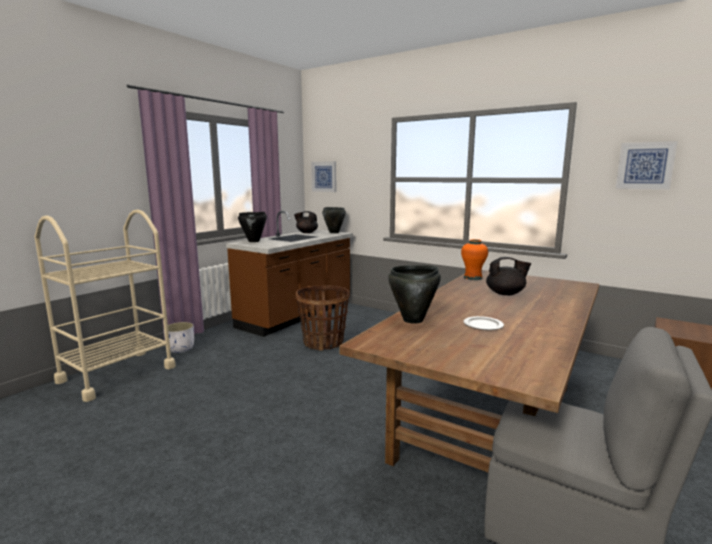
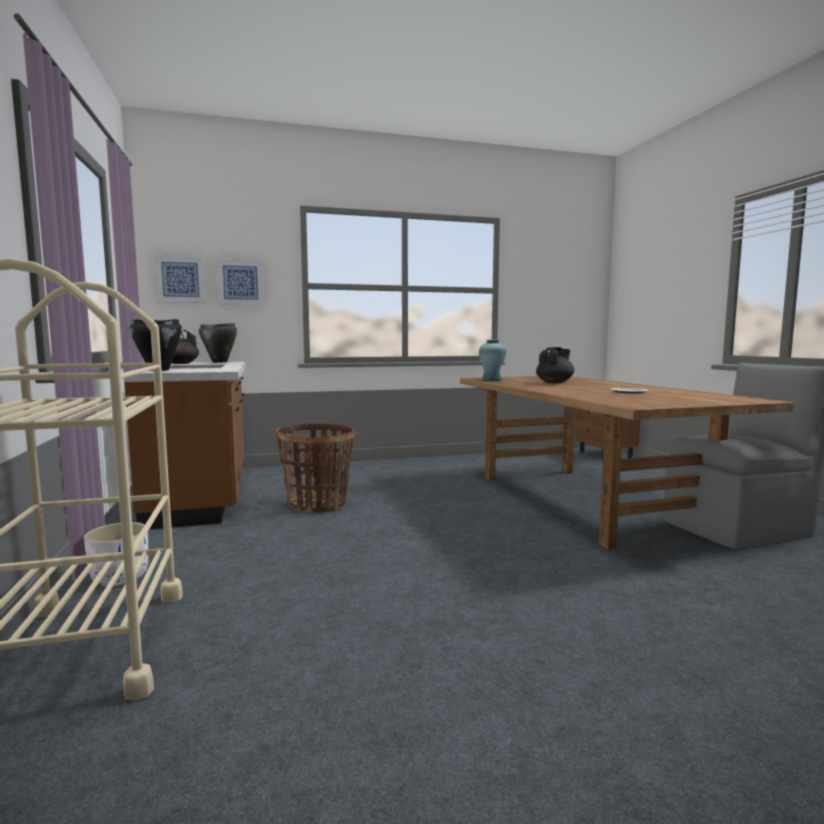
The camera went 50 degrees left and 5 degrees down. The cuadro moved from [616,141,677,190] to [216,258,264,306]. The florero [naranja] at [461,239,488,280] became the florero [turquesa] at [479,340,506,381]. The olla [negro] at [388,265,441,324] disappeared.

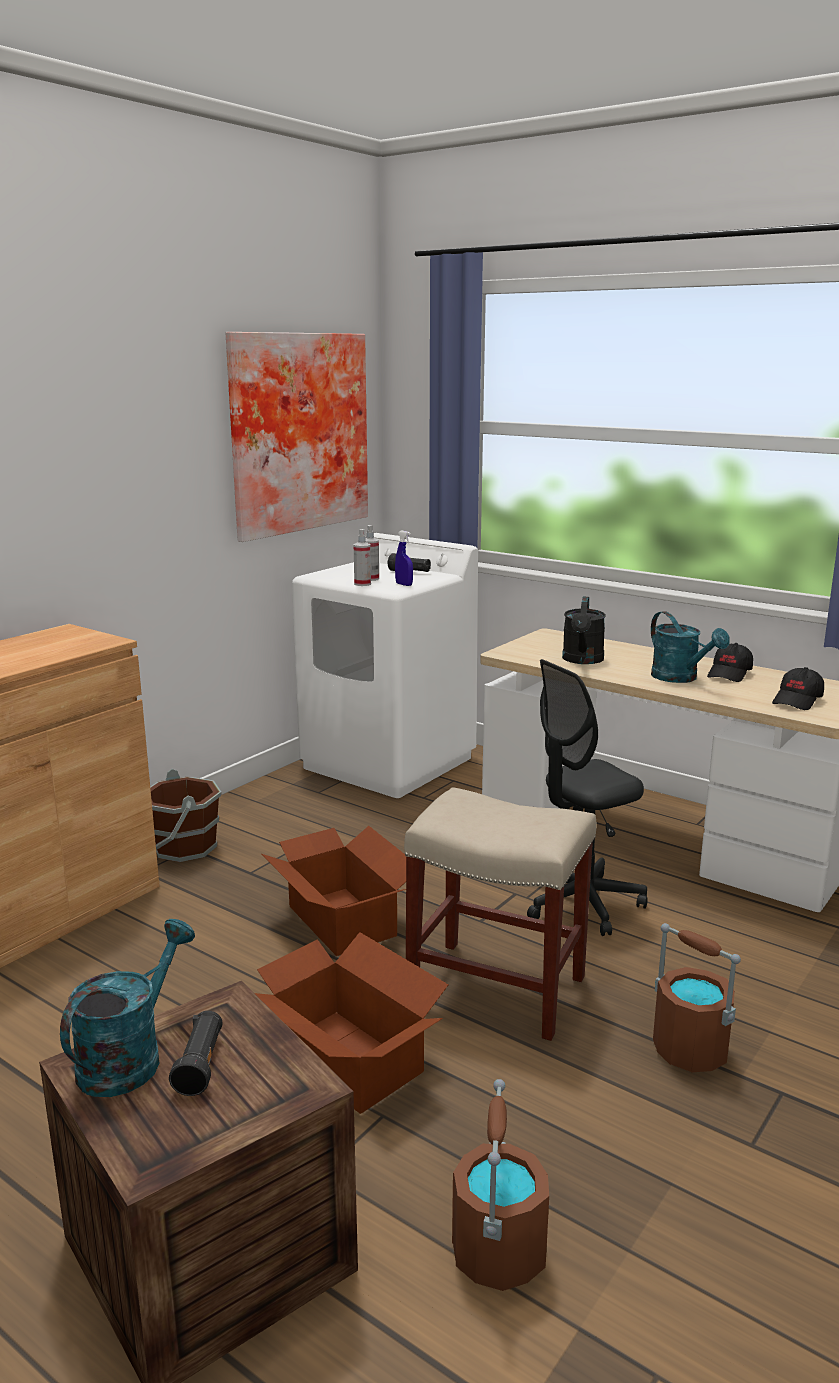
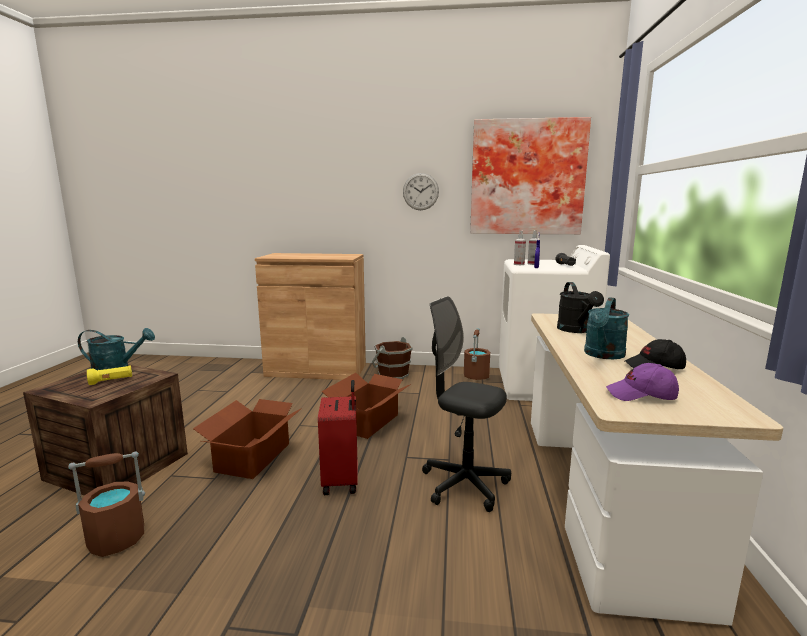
The camera went 60 degrees right and 5 degrees down. The regadera [negro] at [562,597,606,664] turned 75 degrees counterclockwise. The gorra [negro] at [772,667,824,710] became the gorra [morado] at [606,363,679,401]. The taburete [beis] at [404,787,597,1041] was replaced by the maleta [rojo] at [318,380,357,495]. The cubo [marrón] moved from [653,923,741,1072] to [464,328,490,380]. The linterna [negro] at [169,1011,223,1096] became the linterna [amarillo] at [87,366,132,385]. The reloj de pared at [403,173,439,210] appeared.

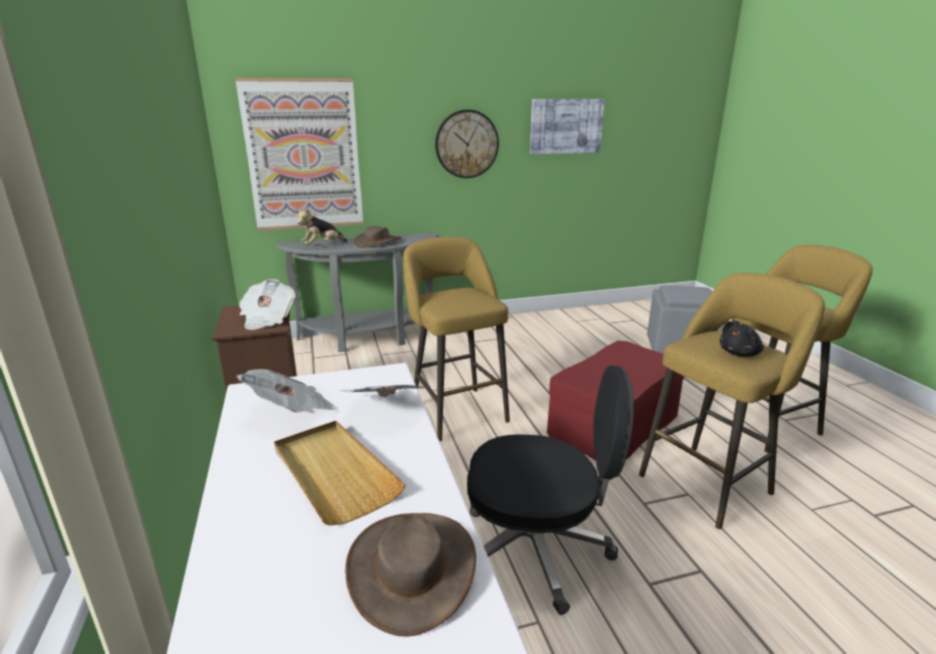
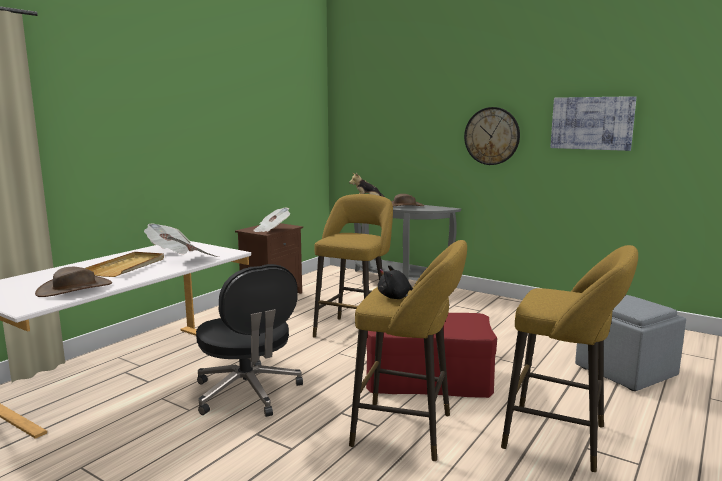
The camera went 50 degrees right and 10 degrees down. The cuadro at [235,78,363,230] disappeared.

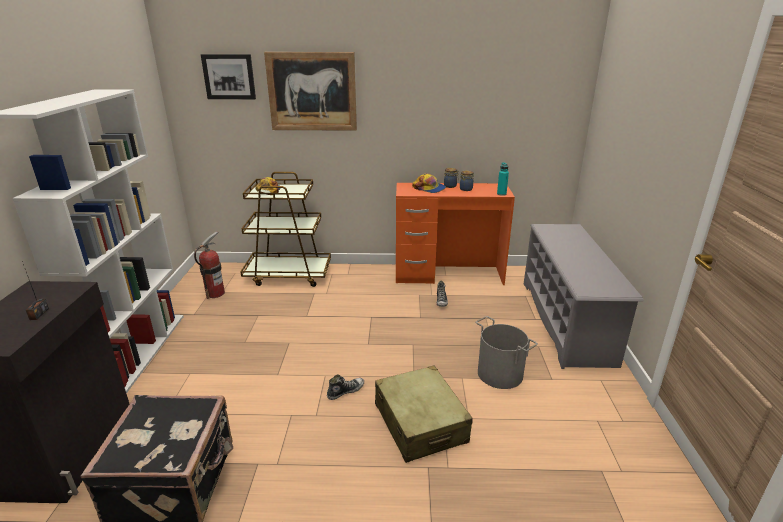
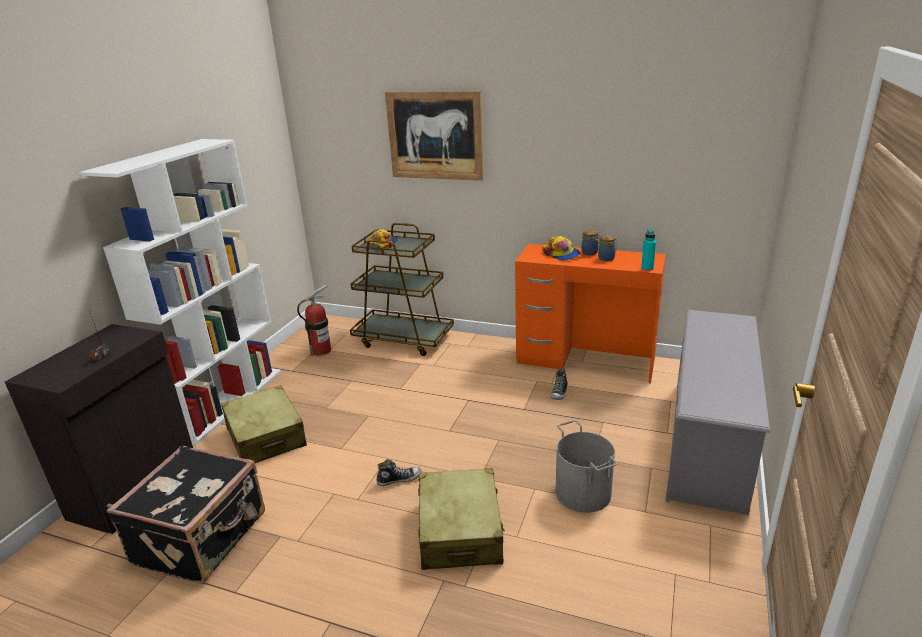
The camera went 20 degrees right and 0 degrees up. The cuadro at [201,54,256,99] disappeared. The maleta [beis] at [221,385,307,463] appeared.

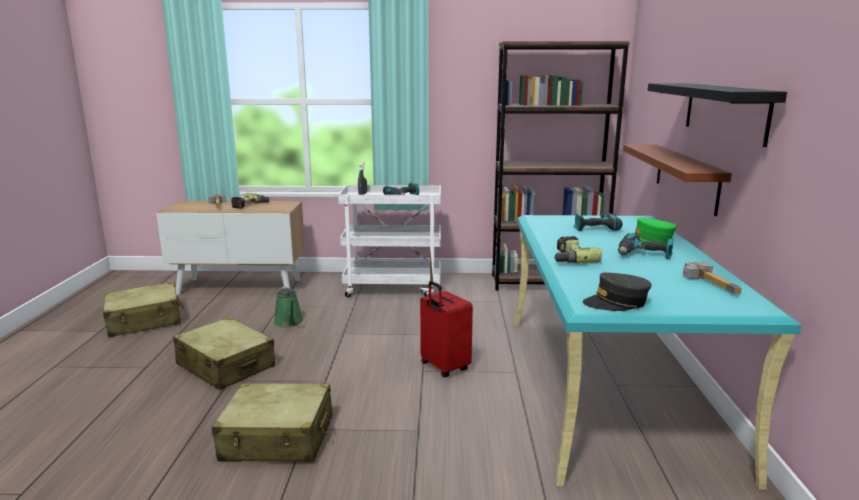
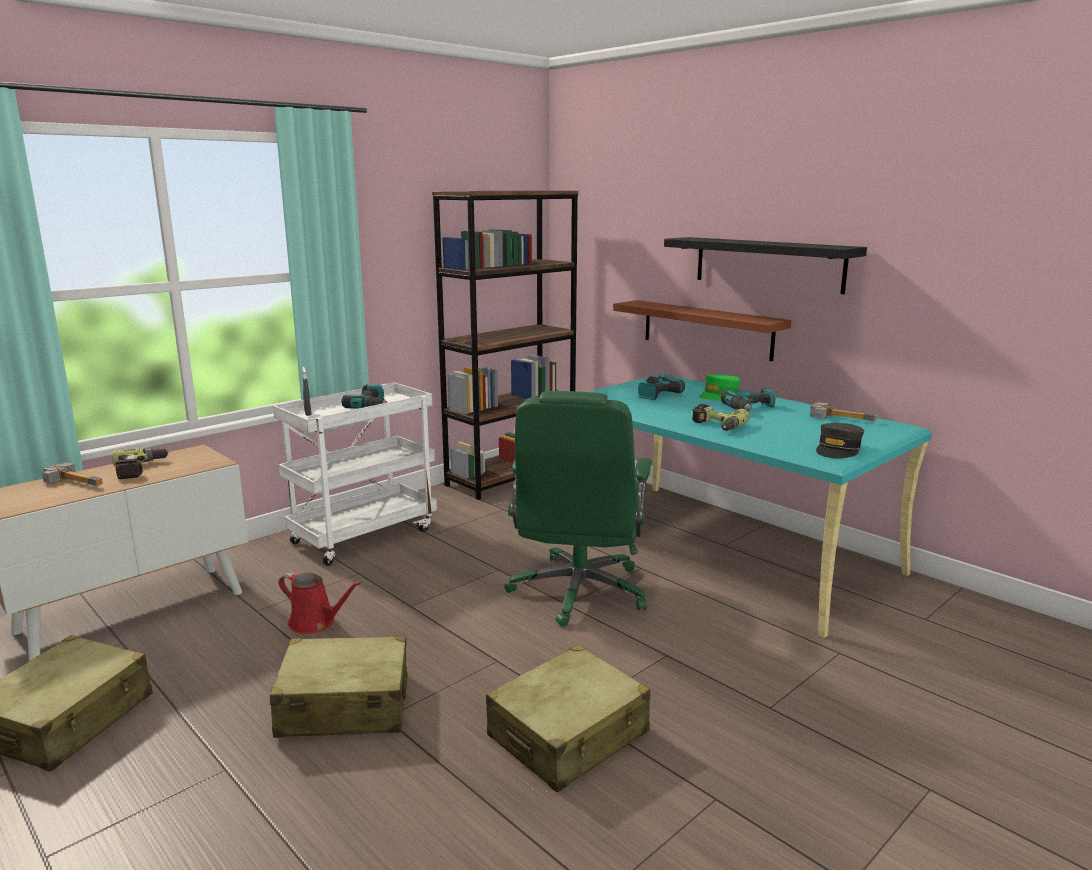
The camera went 45 degrees left and 0 degrees up. The maleta [rojo] at [420,281,473,377] was replaced by the silla de oficina [verde] at [504,391,652,627]. The regadera [verde] at [274,286,304,327] became the regadera [rojo] at [278,573,361,634].

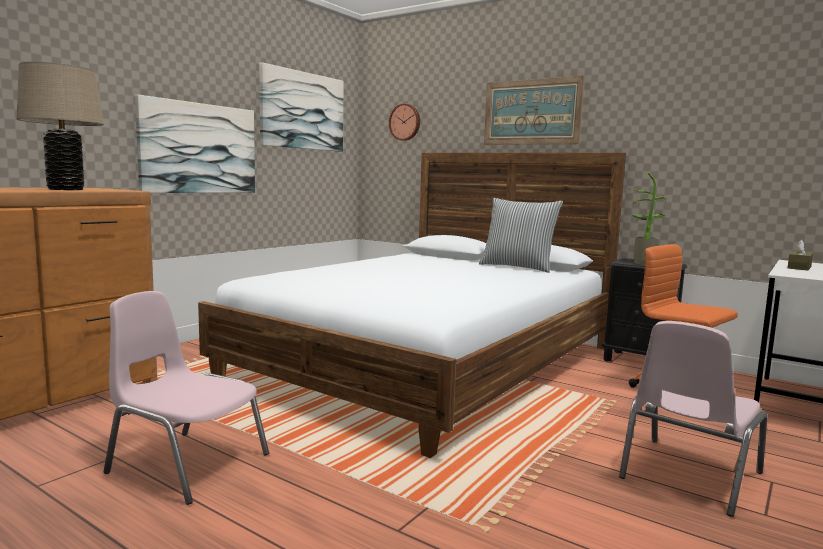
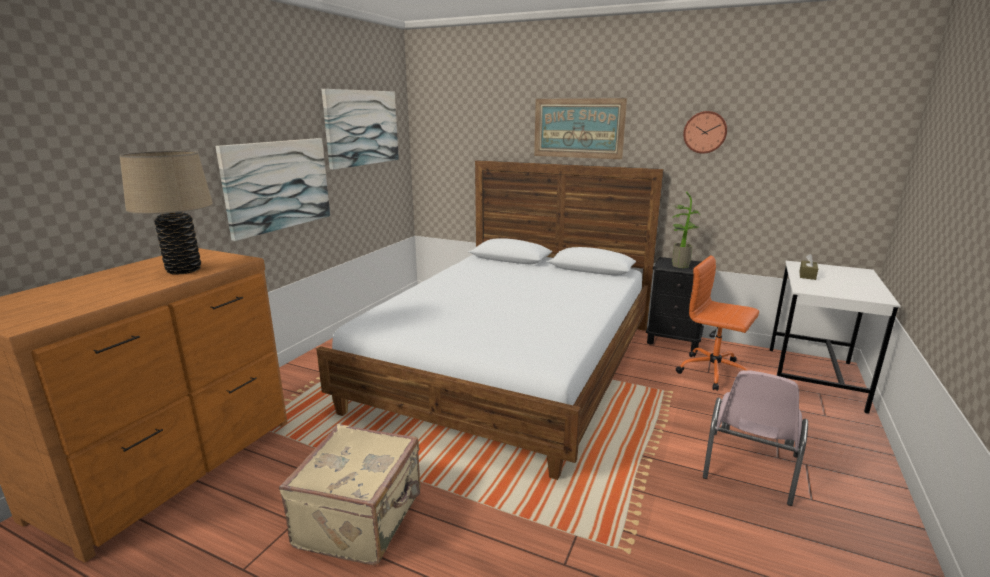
The camera went 10 degrees left and 10 degrees up. The reloj de pared moved from [389,103,420,141] to [683,111,727,154]. The cojín at [479,198,563,273] disappeared. The silla [rosa] at [103,291,269,505] was replaced by the maleta [beis] at [279,424,421,565].

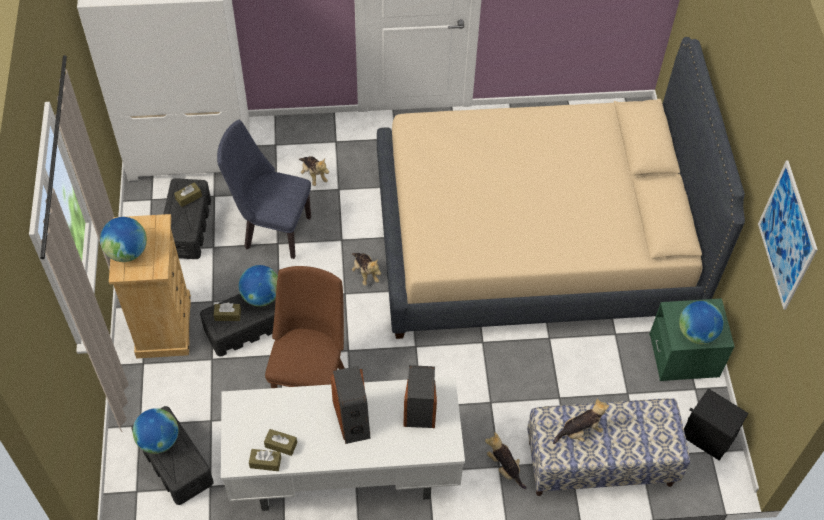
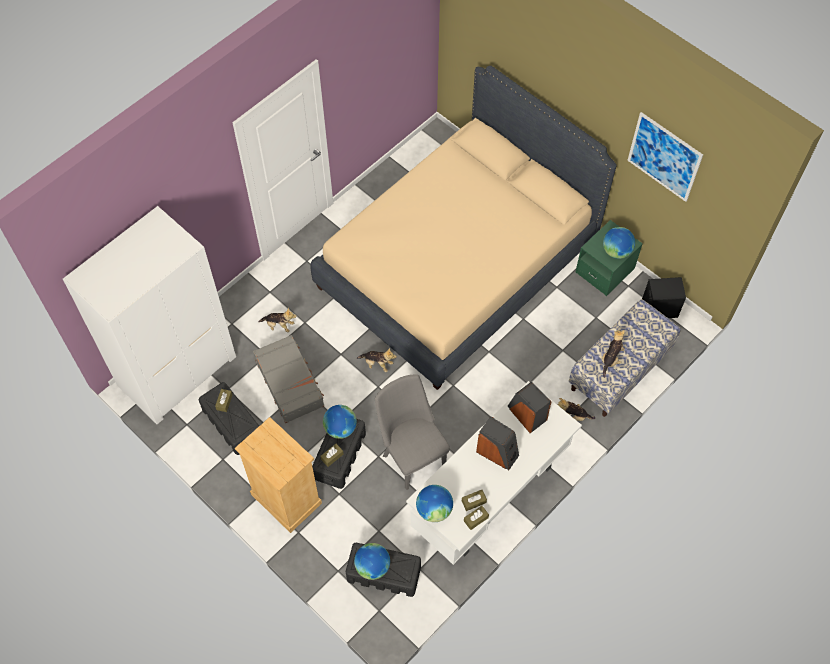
The camera went 40 degrees left and 5 degrees up. The silla [azul] at [217,120,311,259] was replaced by the maleta [gris] at [253,335,324,423]. The globo terráqueo moved from [100,217,147,262] to [416,485,453,522]. The silla [marrón] at [265,266,345,388] became the silla [gris] at [375,374,450,490].

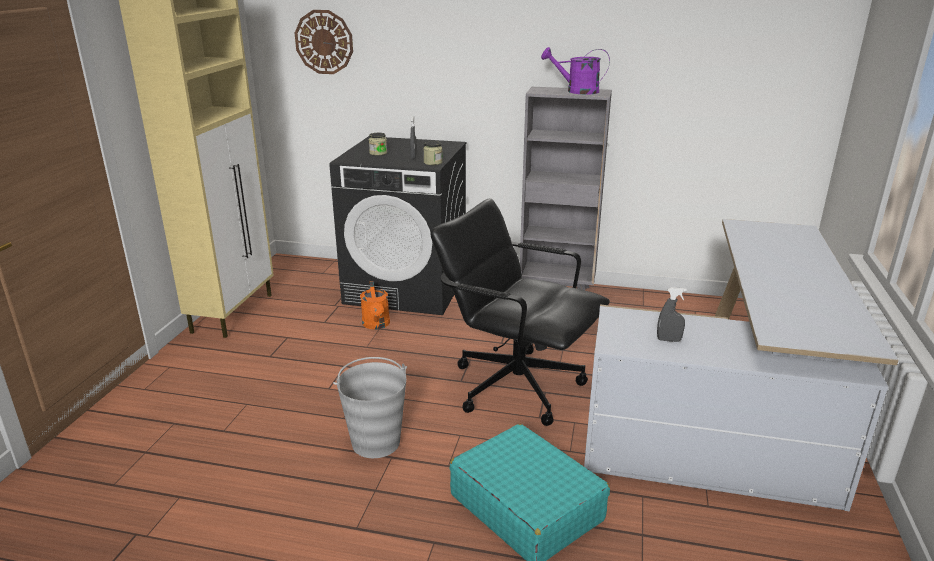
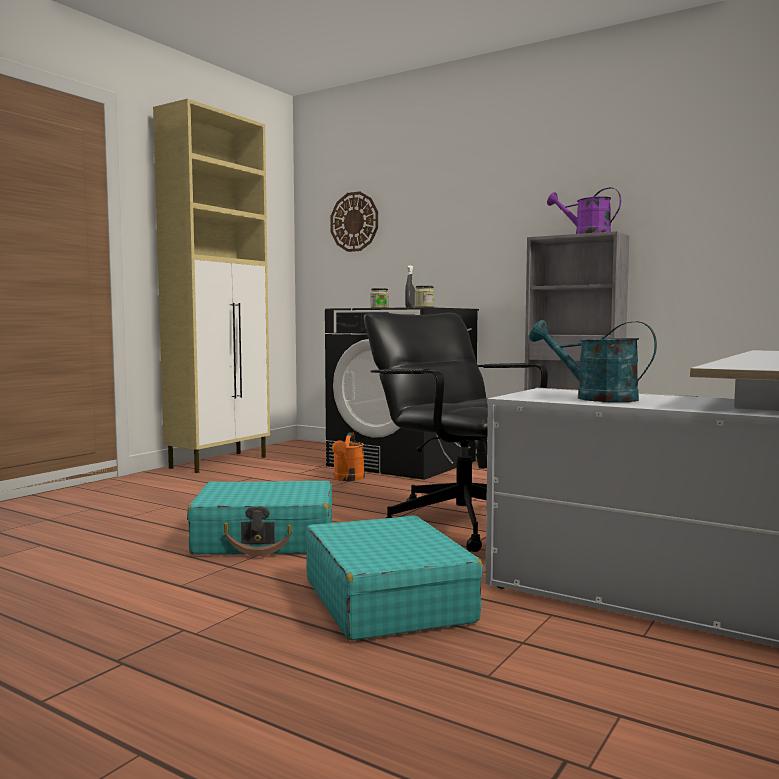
The camera went 20 degrees right and 20 degrees down. The pulverizador [gris] at [657,287,687,342] was replaced by the regadera [turquesa] at [529,320,657,402]. The cubo [gris] at [333,357,407,458] was replaced by the maleta [turquesa] at [187,481,332,556].

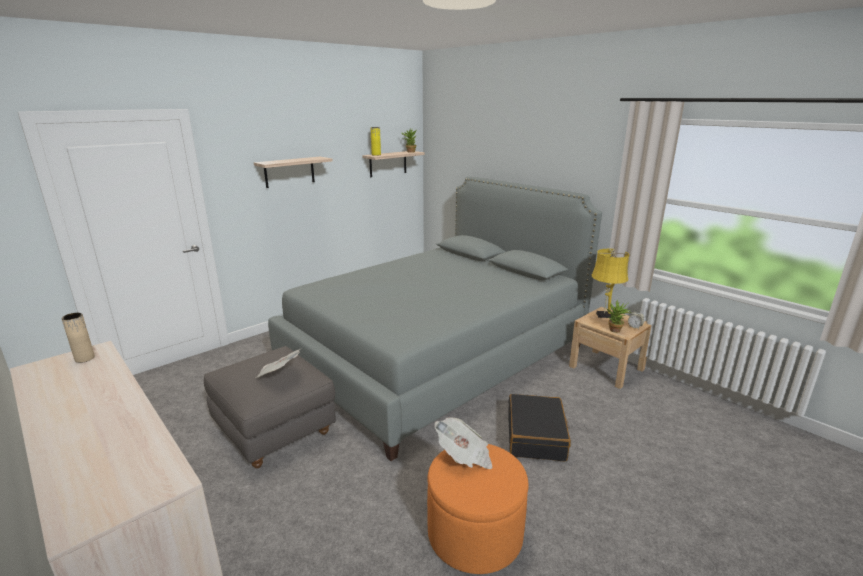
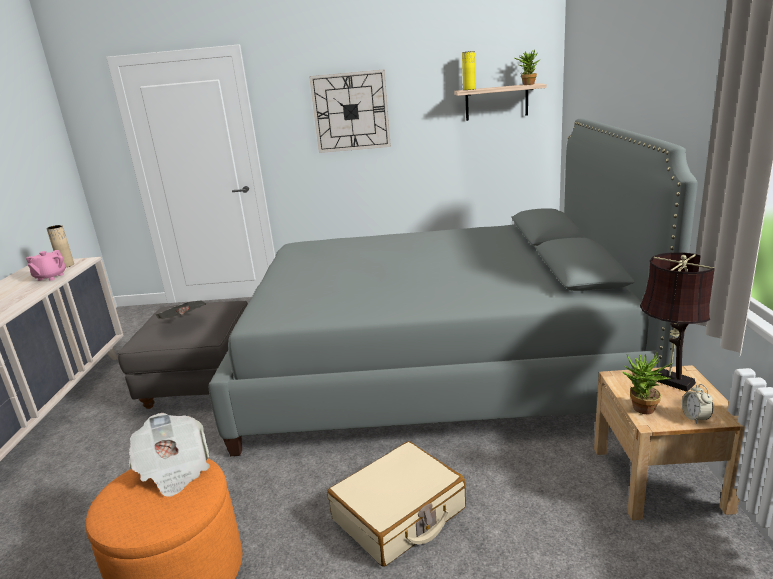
The camera went 45 degrees right and 0 degrees up. The estante at [254,157,333,188] was replaced by the reloj de pared at [309,69,391,153]. The lámpara de mesa [amarillo] at [592,249,629,318] became the lámpara de mesa [marrón] at [640,252,715,392]. The maleta [negro] at [508,394,571,462] became the maleta [beis] at [327,441,466,566]. The tetera [rosa] at [26,250,66,281] appeared.

